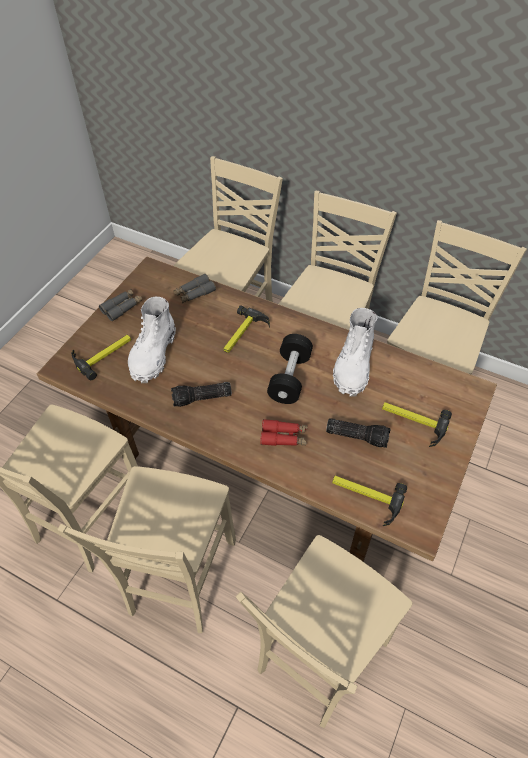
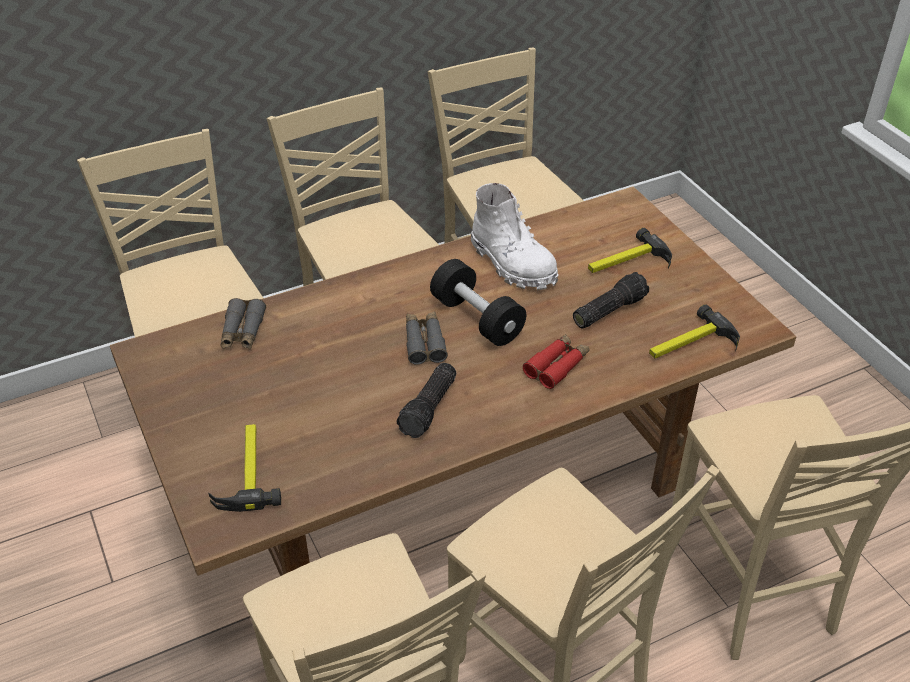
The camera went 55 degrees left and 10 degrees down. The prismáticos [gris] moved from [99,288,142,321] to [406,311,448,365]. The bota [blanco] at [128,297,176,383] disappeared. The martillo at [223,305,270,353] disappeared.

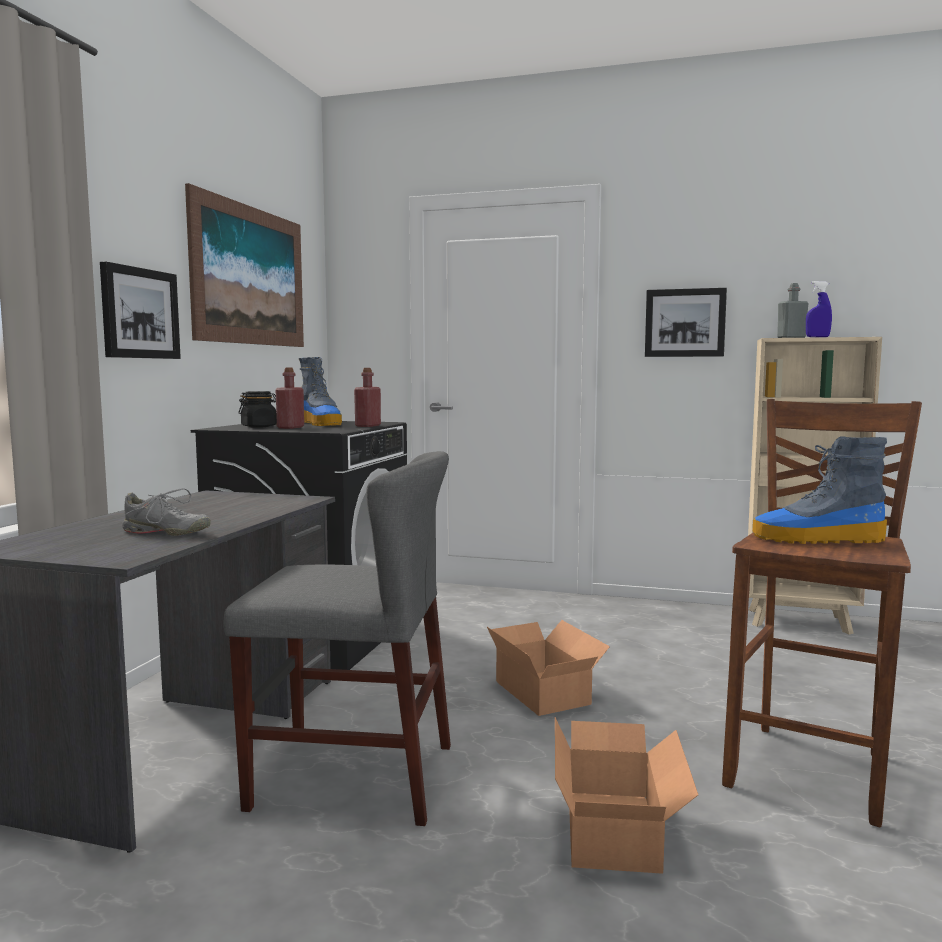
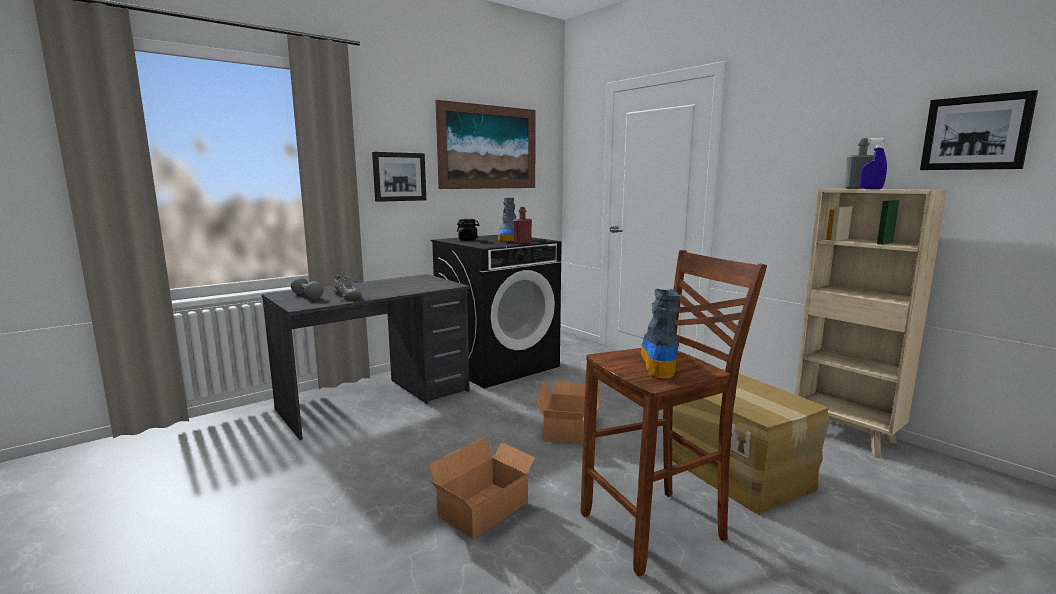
The camera went 35 degrees right and 5 degrees up. The cuadro moved from [645,288,727,357] to [920,90,1038,170]. The botella [rojo] at [275,368,304,429] disappeared. The bota at [752,436,887,544] turned 60 degrees clockwise. The silla [gris] at [224,451,451,826] disappeared. The mancuerna [gris] at [291,277,323,299] appeared. The caja de cartón at [672,369,830,515] appeared.

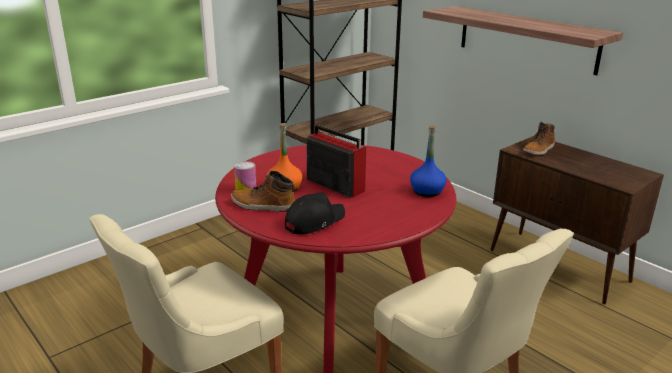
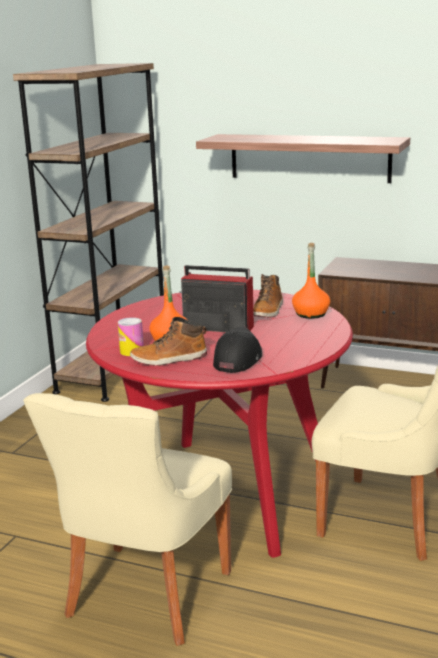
The camera went 25 degrees left and 5 degrees down. The bota moved from [523,122,555,155] to [253,274,283,317]. The botella [azul] at [410,125,447,197] became the botella [naranja] at [292,243,330,319].

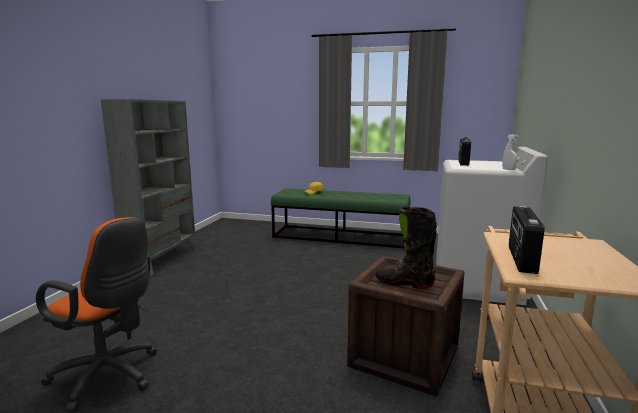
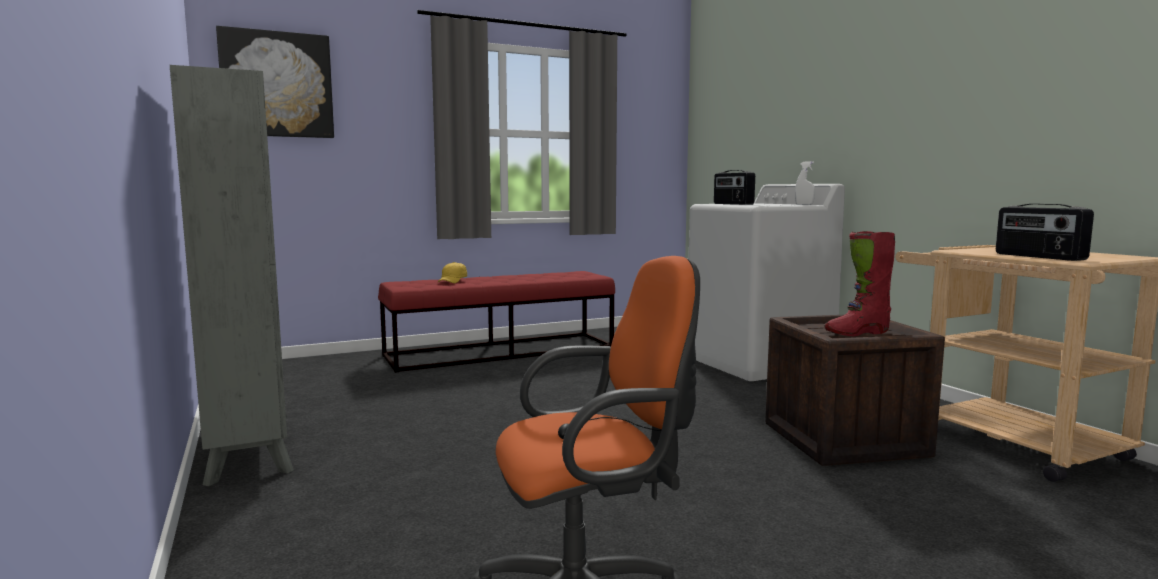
The camera went 40 degrees left and 5 degrees down. The banco [verde] at [271,188,411,249] became the banco [rojo] at [378,271,615,373]. The bota [negro] at [375,207,437,289] became the bota [rojo] at [824,231,895,336]. The cuadro at [216,26,334,138] appeared.

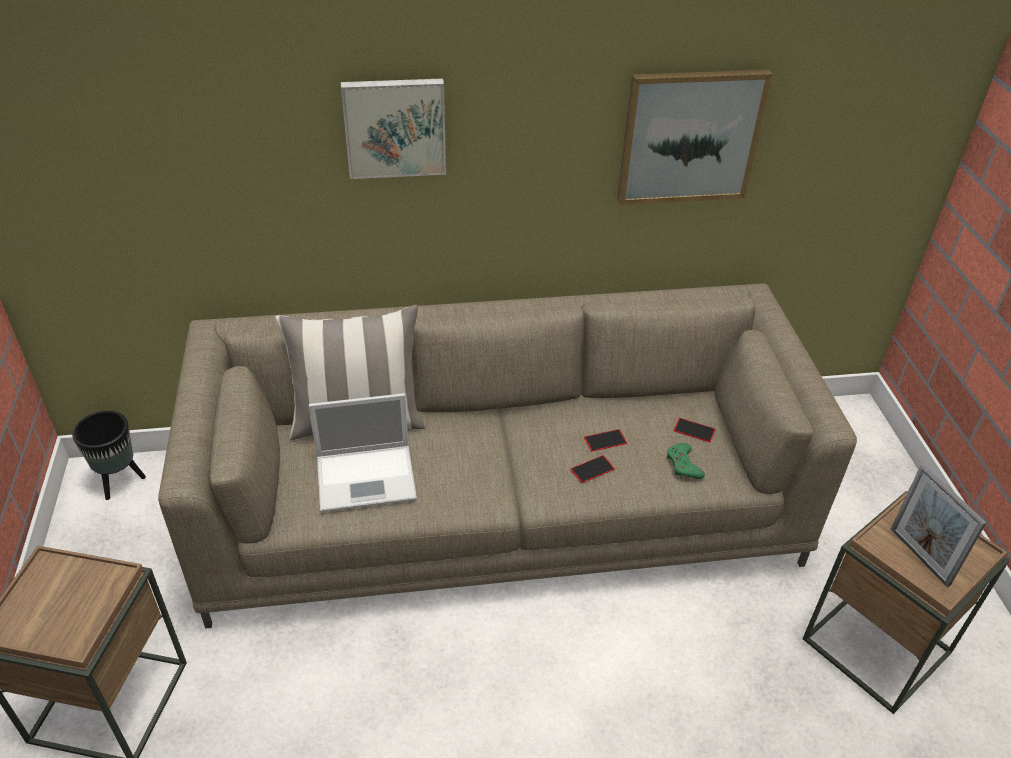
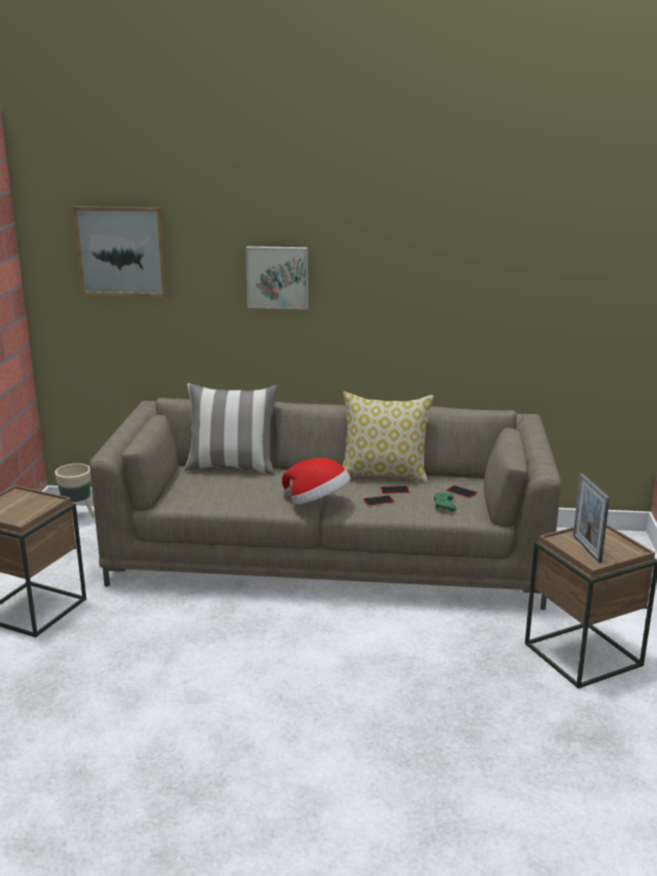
The camera went 15 degrees right and 20 degrees down. The cuadro moved from [617,70,773,205] to [73,206,168,297]. The portátil at [309,393,417,512] disappeared. The maceta [negro] at [72,411,146,500] became the maceta [beis] at [55,463,95,518]. The cojín at [342,392,434,484] appeared. The sombrero at [282,458,351,504] appeared.

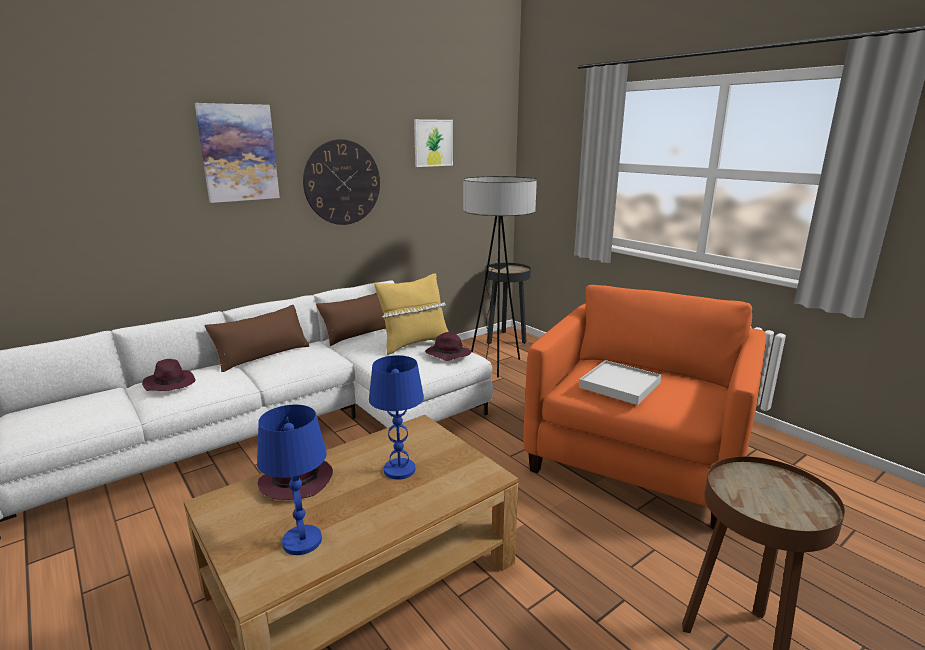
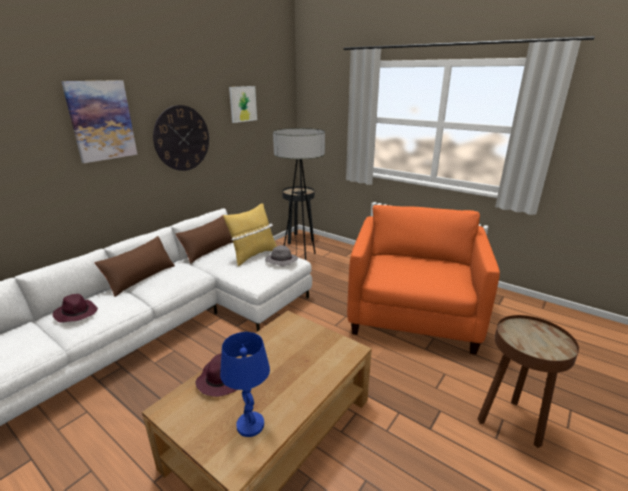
The camera went 15 degrees left and 5 degrees up. The sombrero [morado] at [425,332,472,361] became the sombrero [gris] at [265,245,298,266]. The lámpara de mesa [azul] at [369,355,424,480] disappeared. The bandeja [blanco] at [579,360,661,405] disappeared.

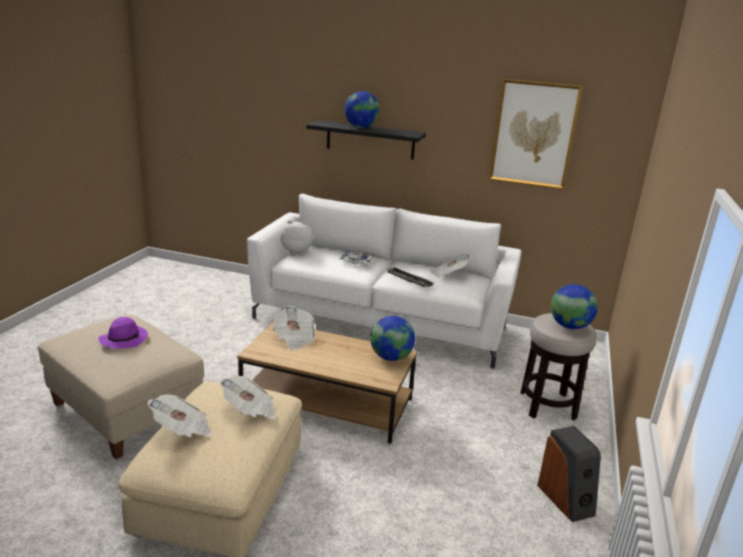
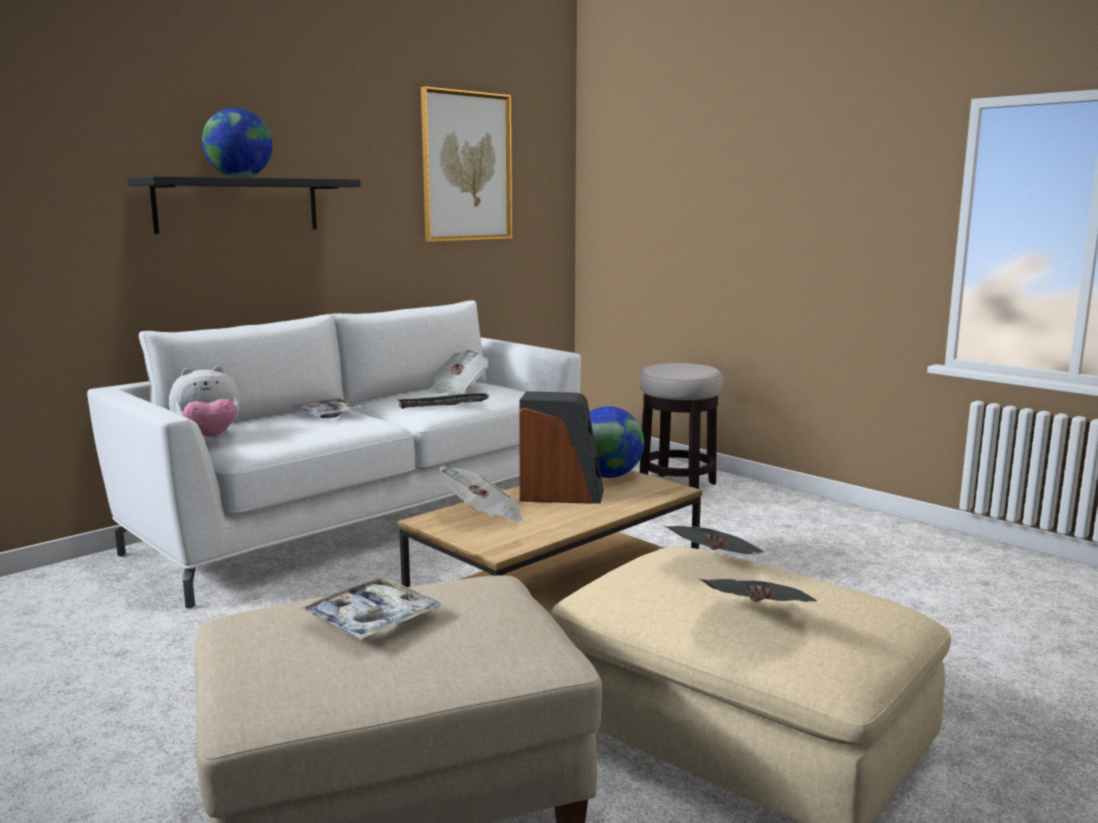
The camera went 60 degrees left and 10 degrees down. The peluche at [281,220,313,255] turned 150 degrees counterclockwise. The globo terráqueo at [551,284,598,329] disappeared. The sombrero [morado] at [98,317,148,349] was replaced by the bandeja at [300,577,441,640]. The altavoz moved from [537,426,601,522] to [519,391,604,504].

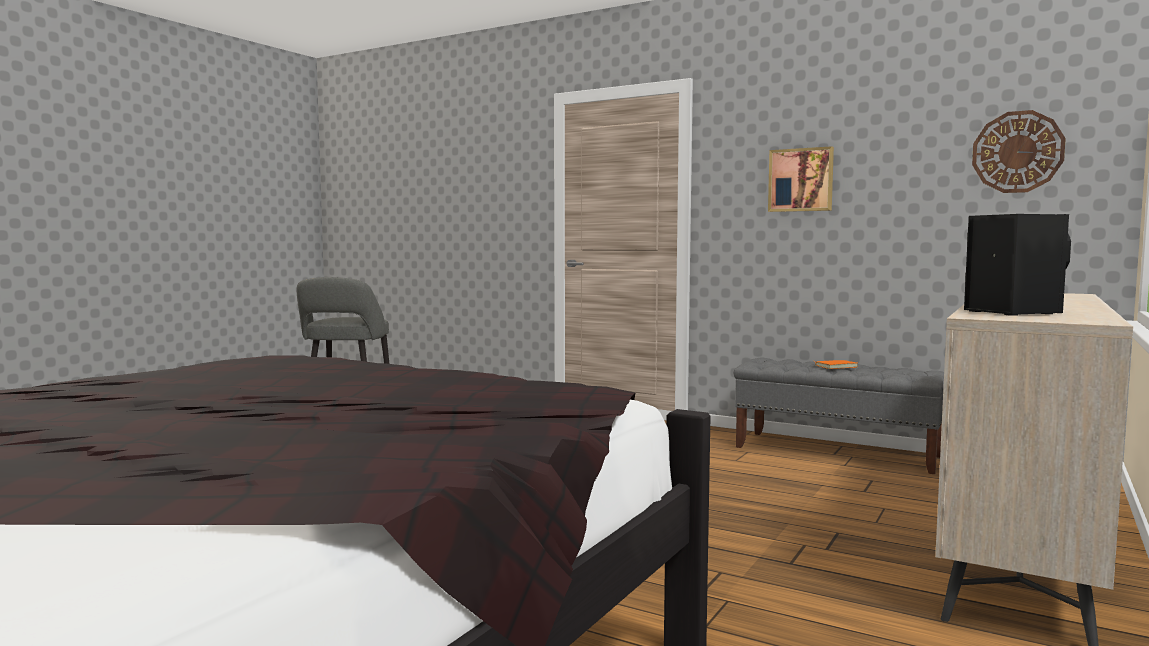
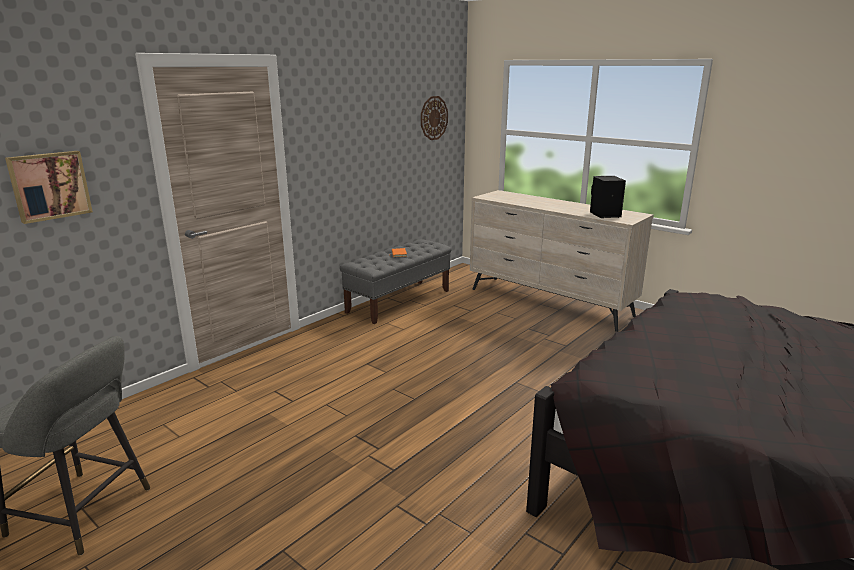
The camera went 80 degrees left and 15 degrees up. The cuadro moved from [768,146,834,212] to [5,151,93,224].

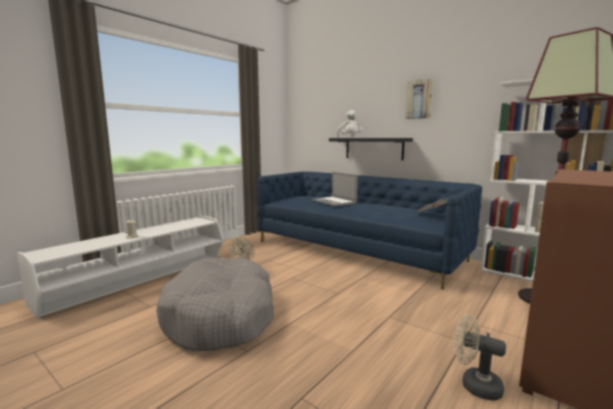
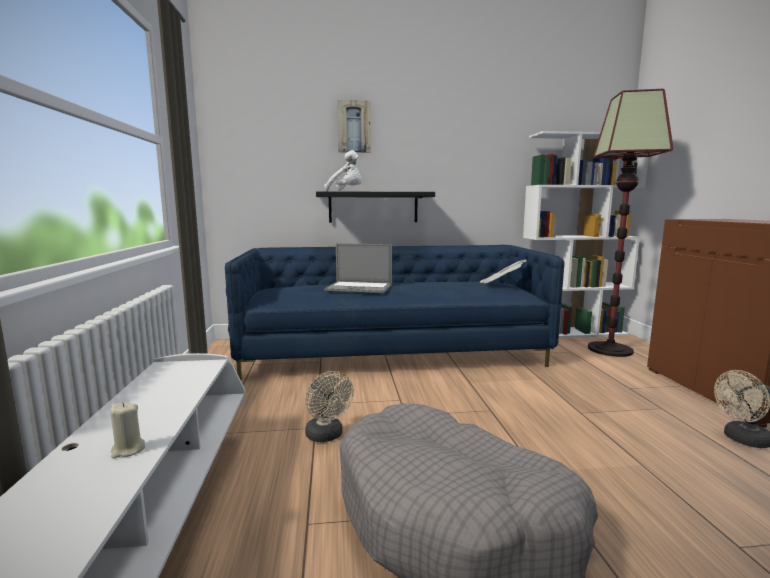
The camera went 45 degrees left and 0 degrees up. The cuadro moved from [405,79,433,119] to [337,100,371,153].

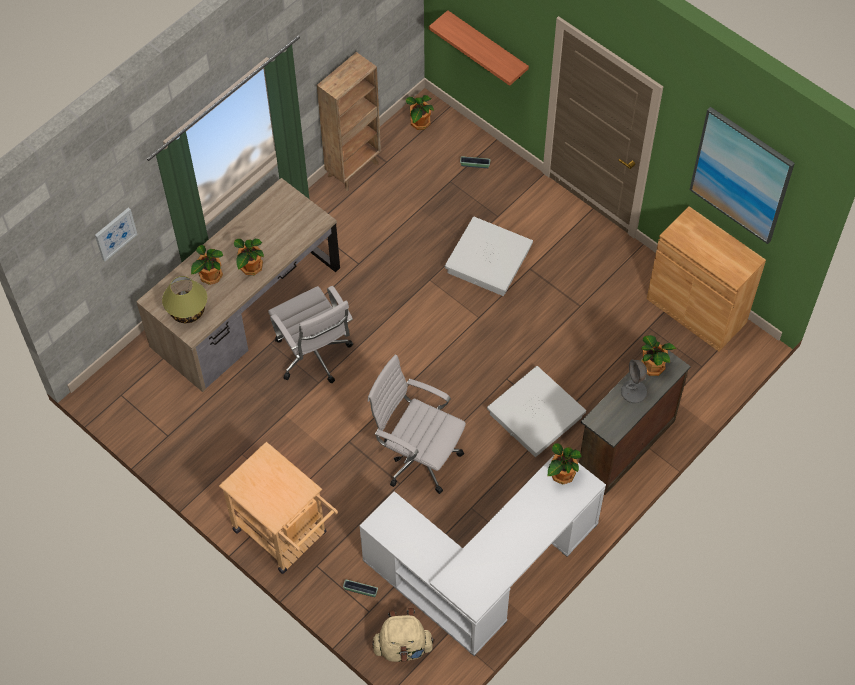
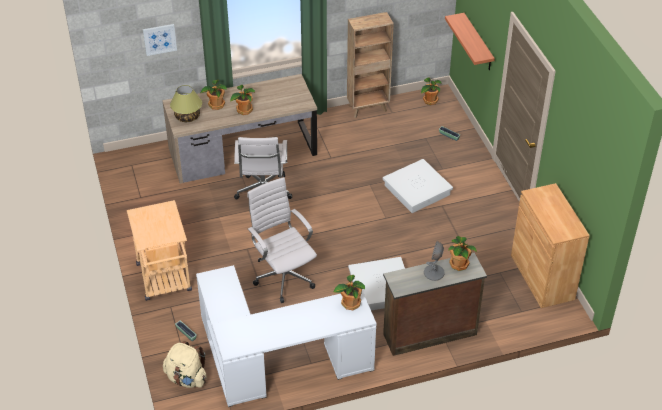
The camera went 30 degrees right and 15 degrees down. The cuadro at [690,107,795,244] disappeared.

